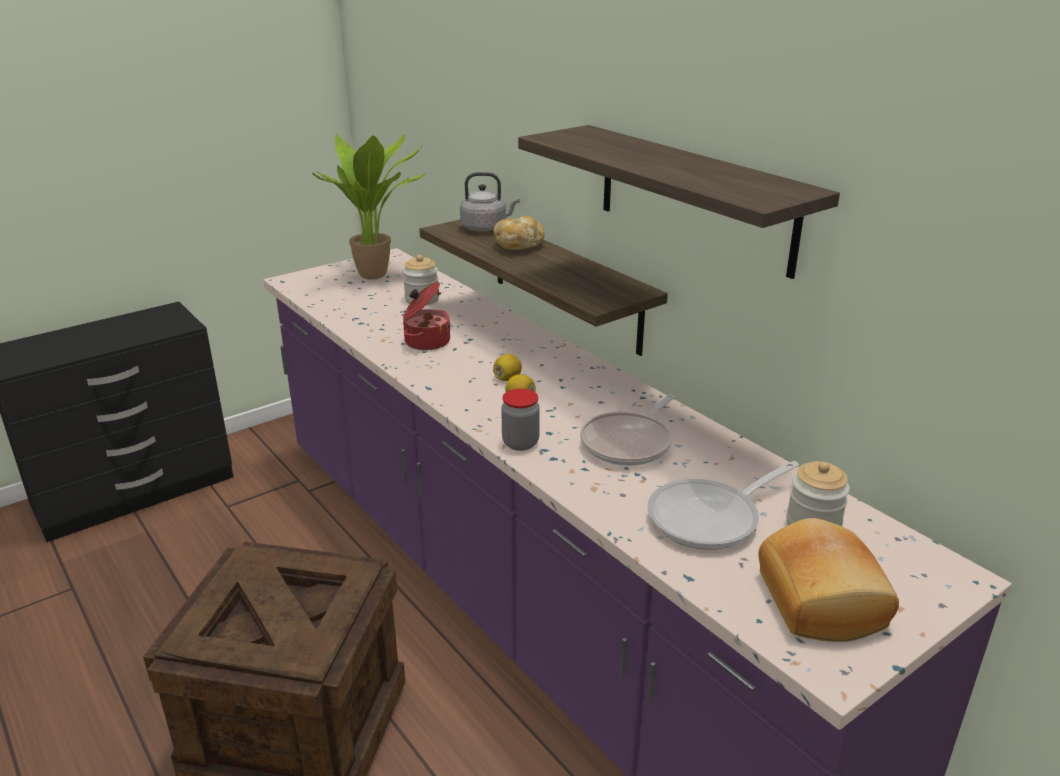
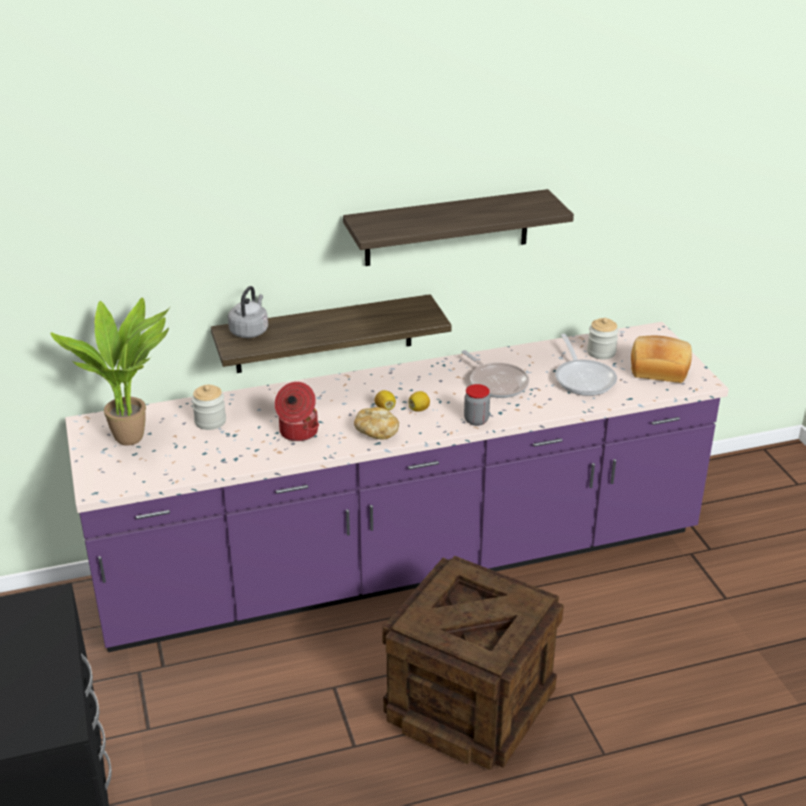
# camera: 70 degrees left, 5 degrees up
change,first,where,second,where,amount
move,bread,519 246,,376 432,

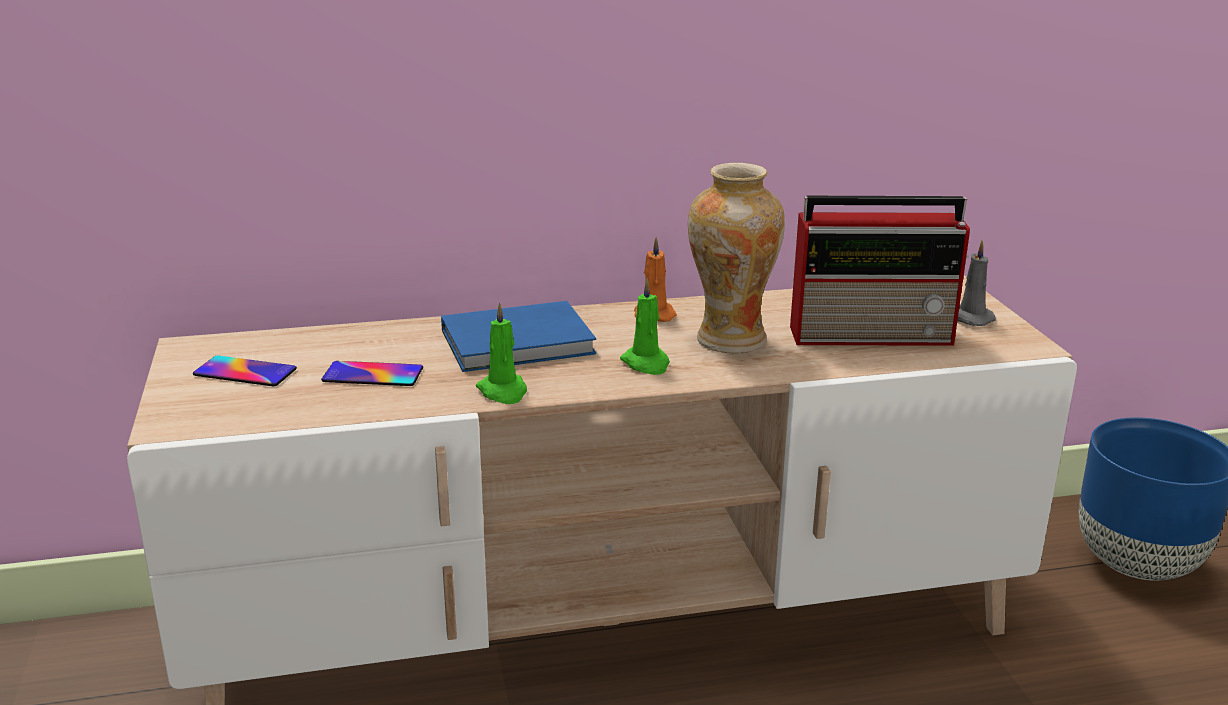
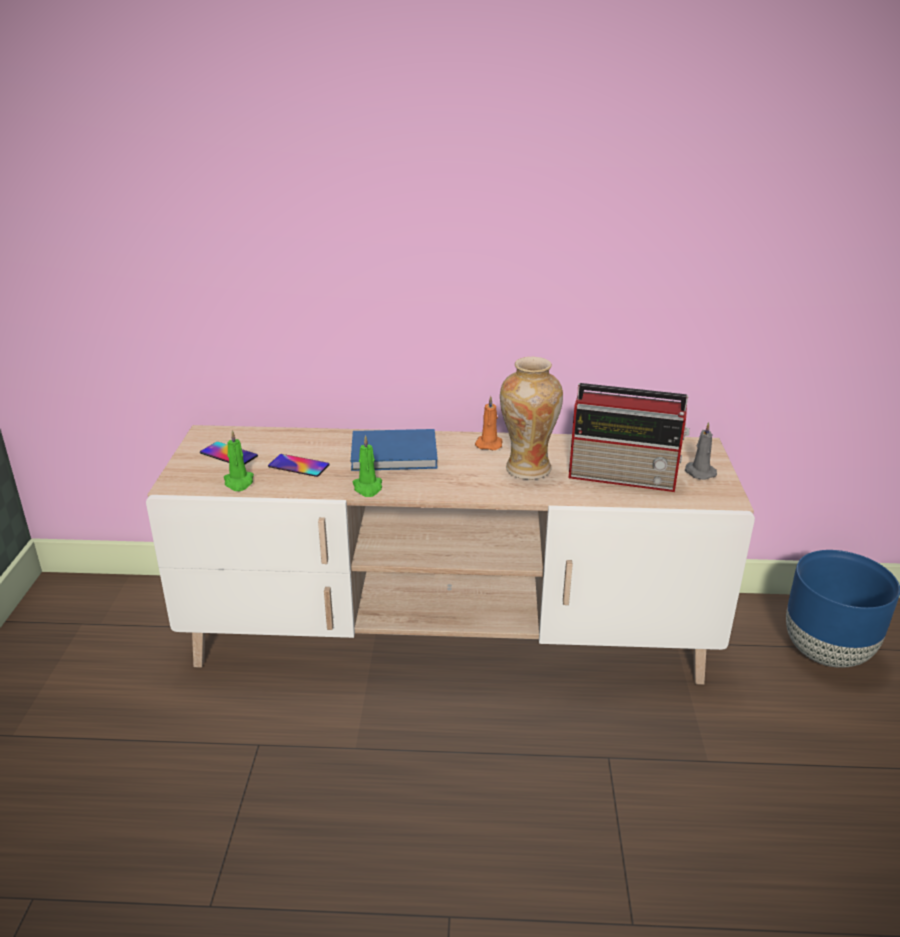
# camera: 15 degrees right, 5 degrees up
change,first,where,second,where,amount
move,wax candle (green),646 364,,239 482,

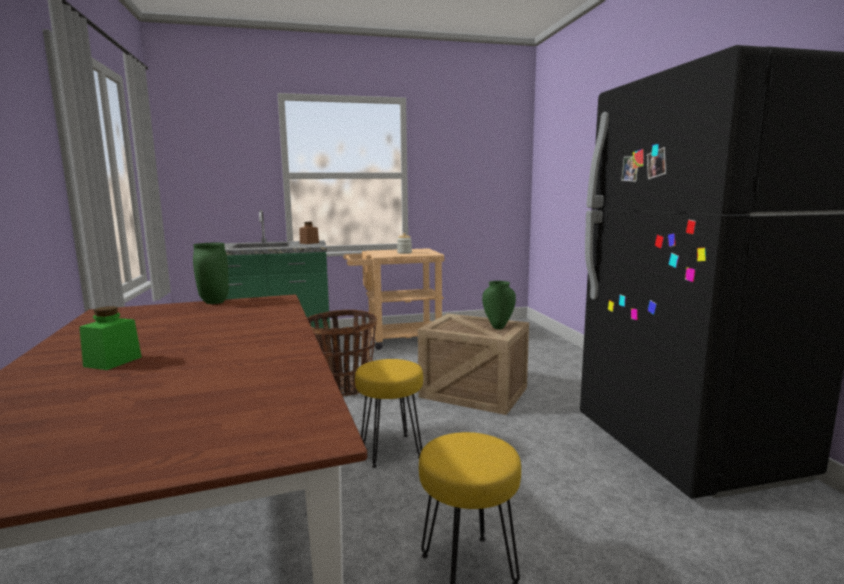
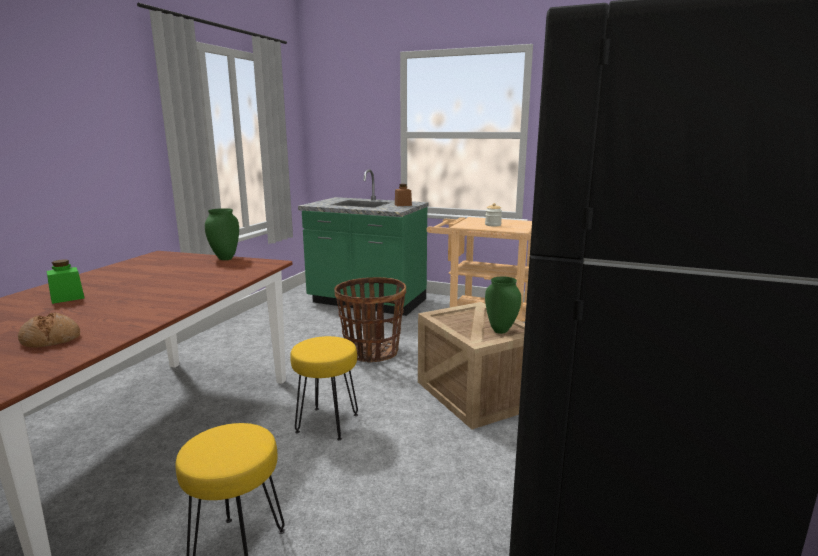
# camera: 35 degrees right, 5 degrees up
change,first,where,second,where,amount
insert,,,bread,50 339,

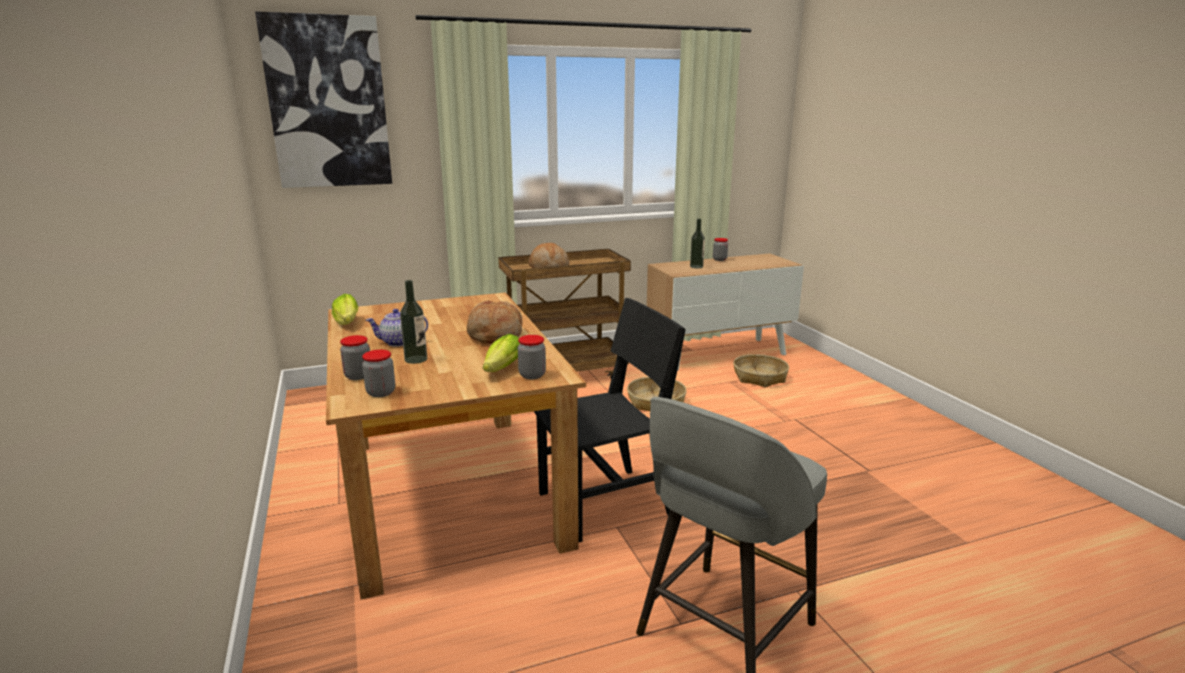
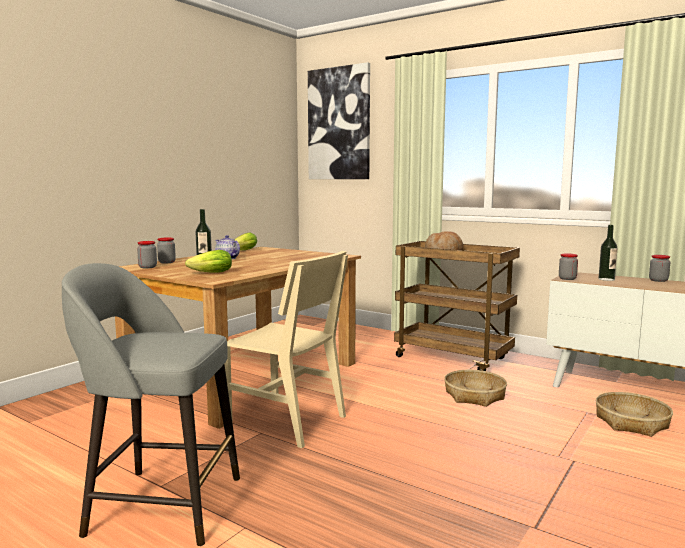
# camera: 55 degrees right, 10 degrees down
change,first,where,second,where,amount
delete,bread,494 335,,,
move,jar,532 375,,567 278,
recolor,plain chair (blackish),605 504,plain chair (sand-coloured),286 421,

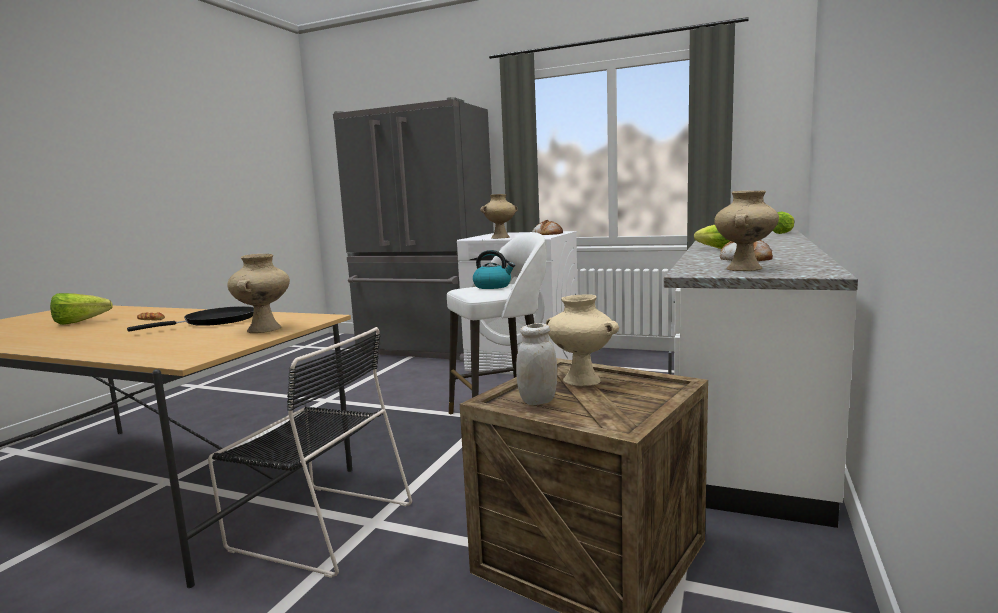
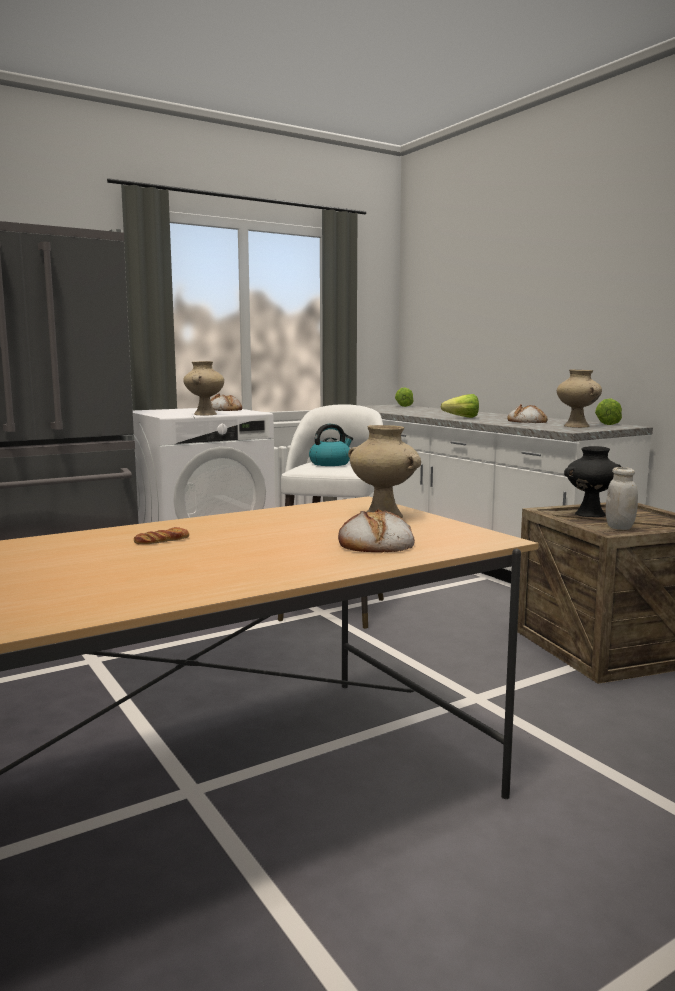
# camera: 55 degrees left, 0 degrees up
change,first,where,second,where,amount
move,head of lettuce,85 322,,606 423,
delete,frying pan (blackish),215 321,,,
delete,plain chair (blackish),318 525,,,
recolor,decorative vase (sand-coloured),580 380,decorative vase (blackish),590 514,
insert,,,bread,374 544,

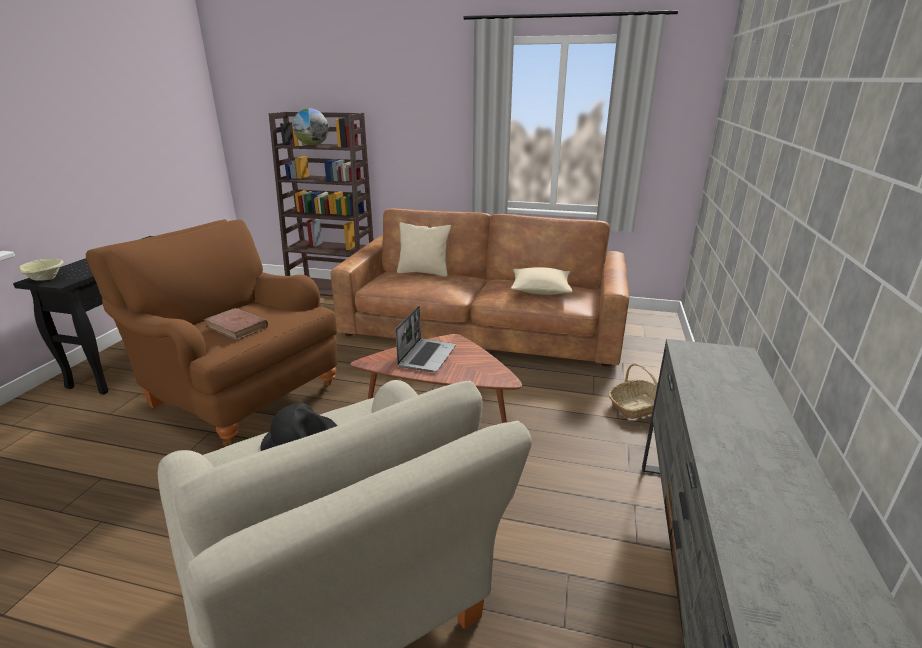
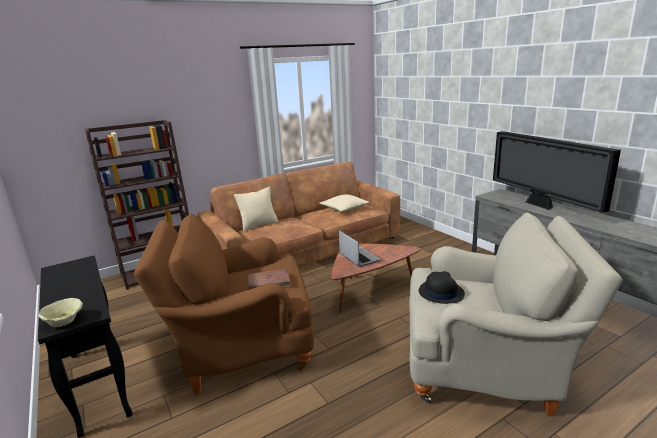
# camera: 45 degrees left, 5 degrees down
change,first,where,second,where,amount
delete,desk globe,312 145,,,
delete,basket,637 407,,,
insert,,,TV,541 205,

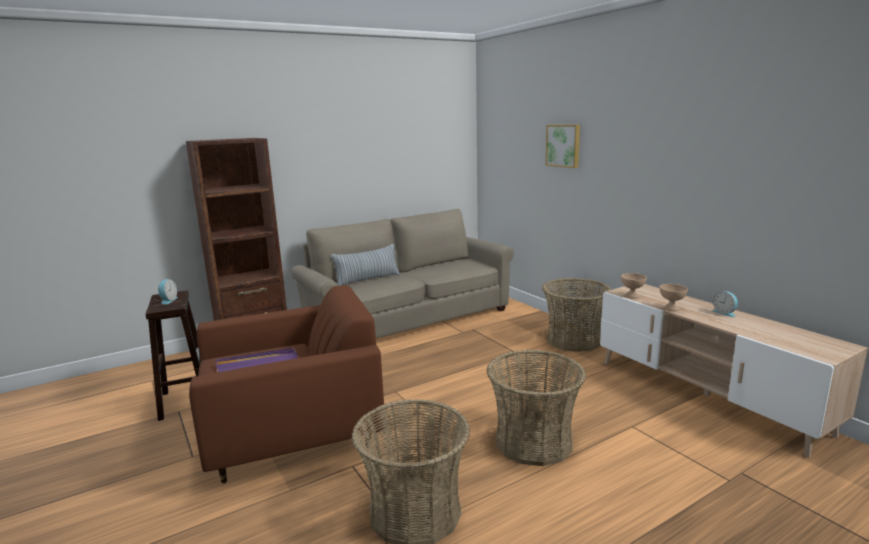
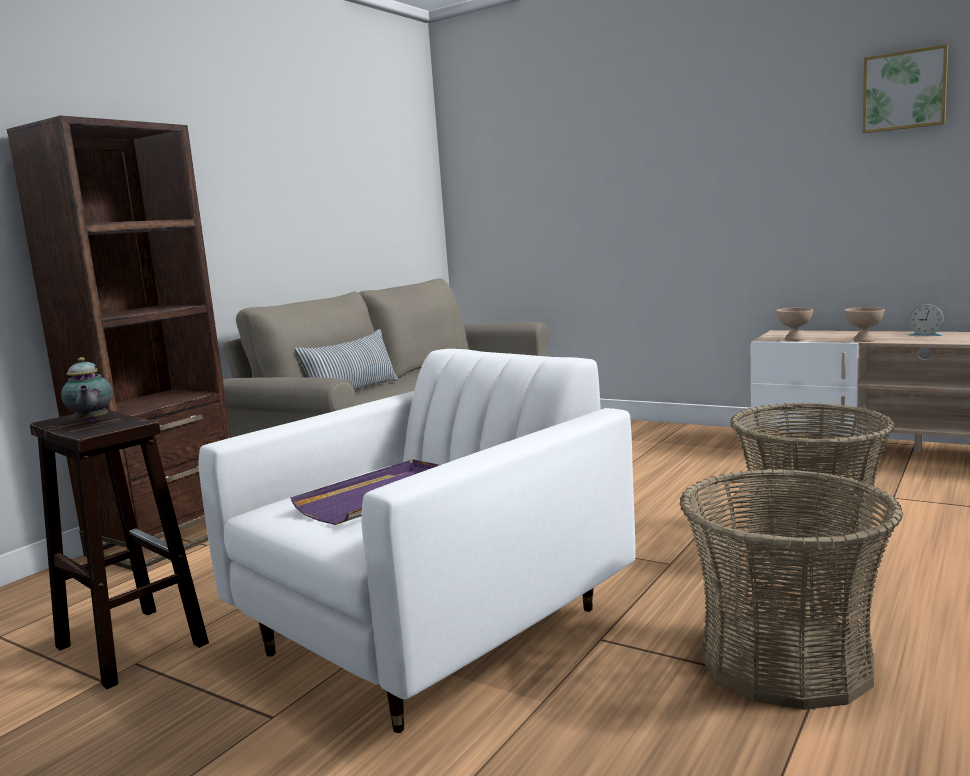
# camera: 25 degrees left, 5 degrees down
change,first,where,second,where,amount
replace,alarm clock,168 300,teapot,91 422,
recolor,lounge chair (brown),293 435,lounge chair (white-coloured),435 631,
delete,basket,574 340,,,
move,picture,564 145,,904 90,

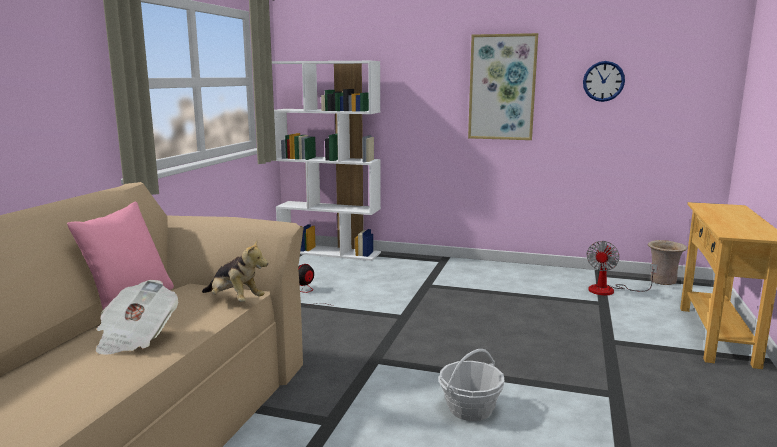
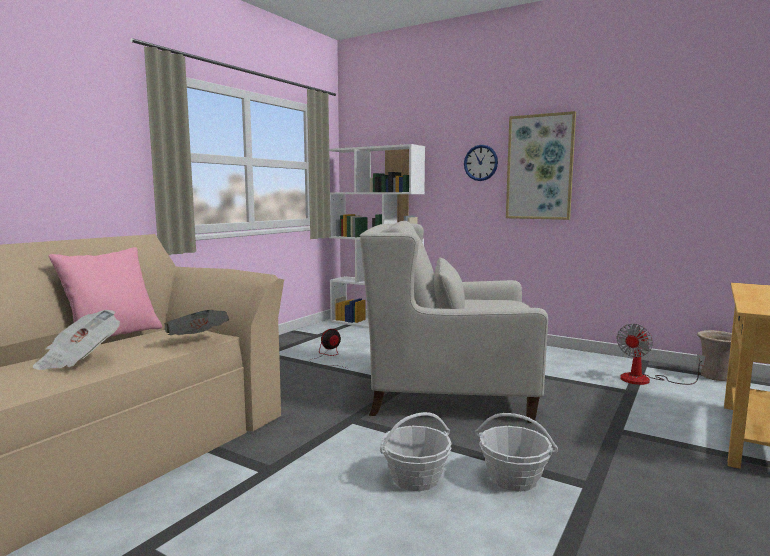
# camera: 15 degrees right, 5 degrees down
change,first,where,second,where,amount
replace,cuddly toy,235 300,newspaper,198 340,
move,wall clock,603 81,,480 163,
insert,,,lounge chair (white-coloured),450 390,
insert,,,basket,513 478,

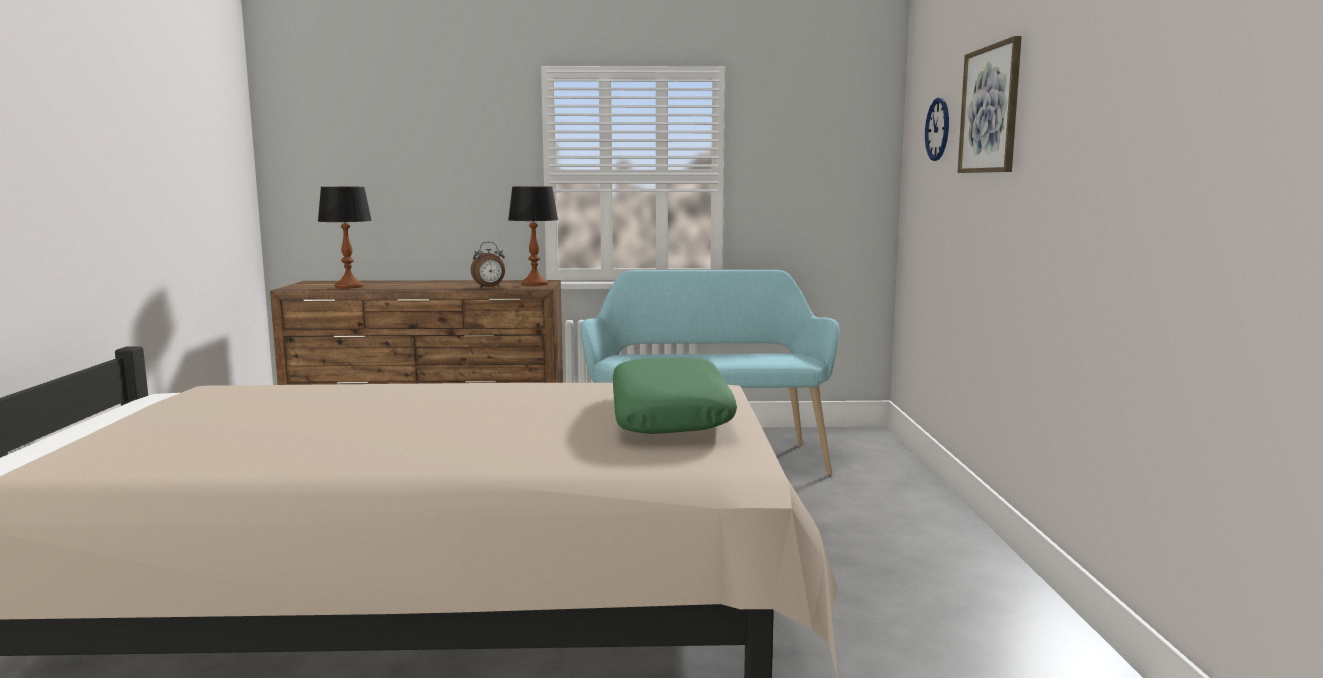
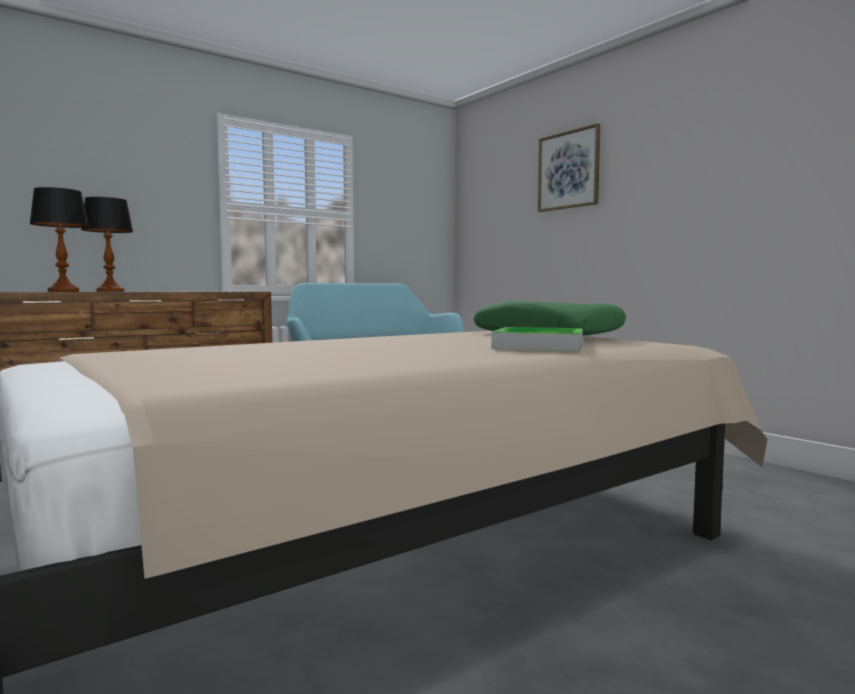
# camera: 35 degrees left, 5 degrees down
change,first,where,second,where,amount
delete,alarm clock,489 287,,,
move,lamp for a table,535 284,,110 291,
delete,wall clock,937 129,,,
insert,,,tray,538 346,

